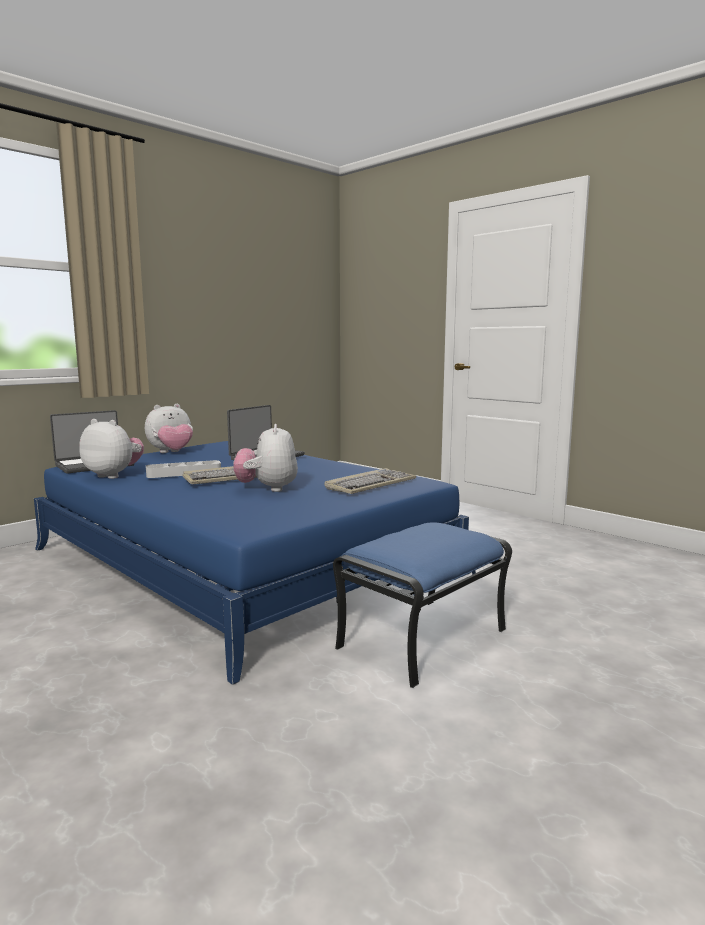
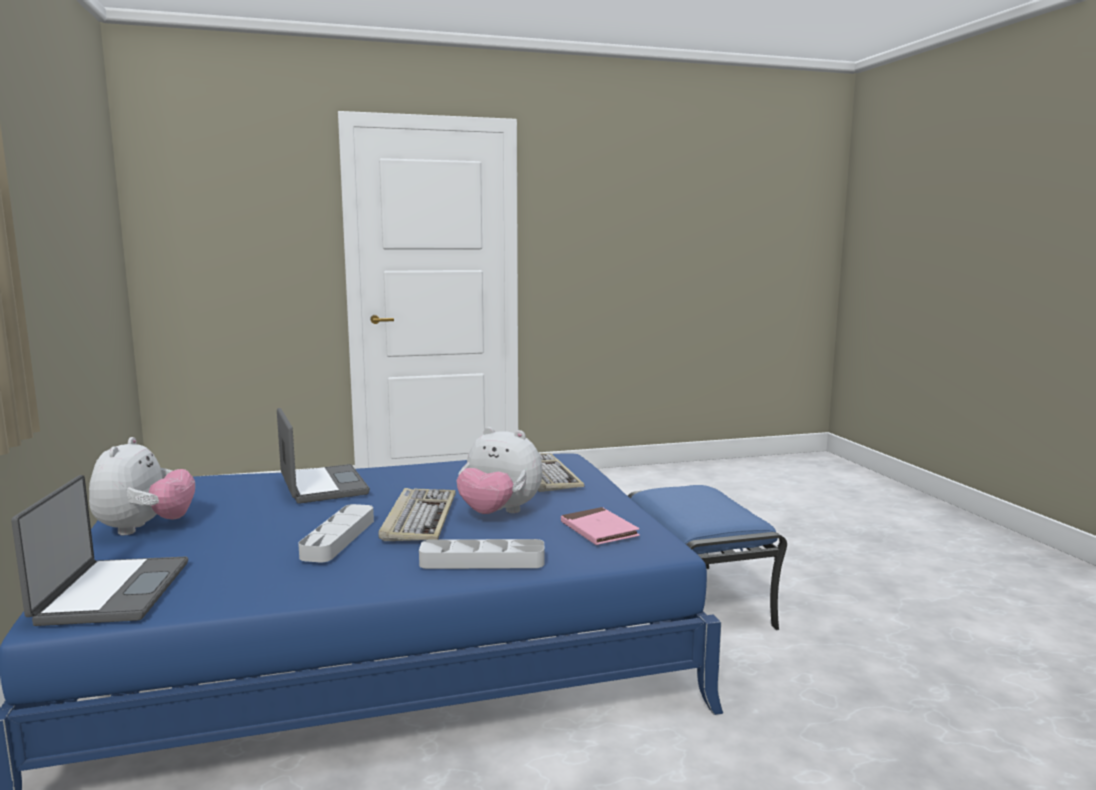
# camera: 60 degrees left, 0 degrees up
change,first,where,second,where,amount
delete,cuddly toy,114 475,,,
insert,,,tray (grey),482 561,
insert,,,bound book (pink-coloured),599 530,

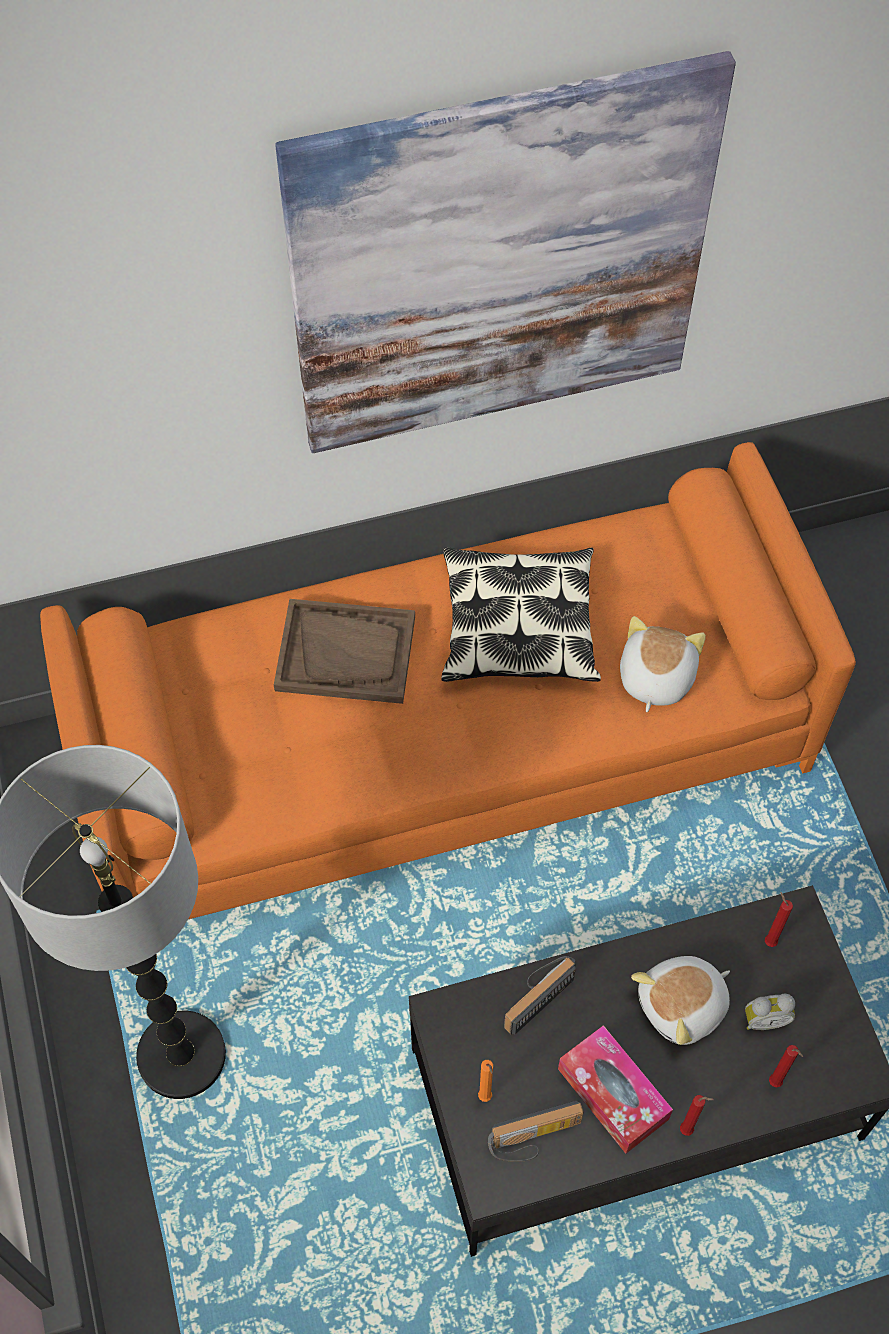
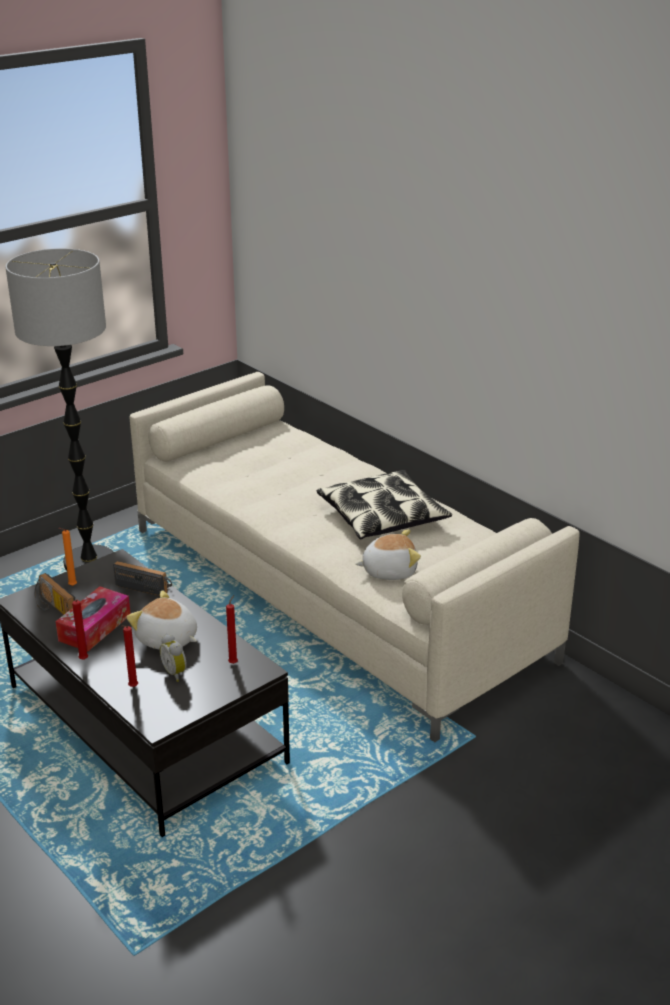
# camera: 65 degrees right, 30 degrees down
change,first,where,second,where,amount
recolor,sofa (orange-coloured),445 745,sofa (sand-coloured),335 592,
delete,tray (brown),346 653,,,
delete,picture,500 263,,,

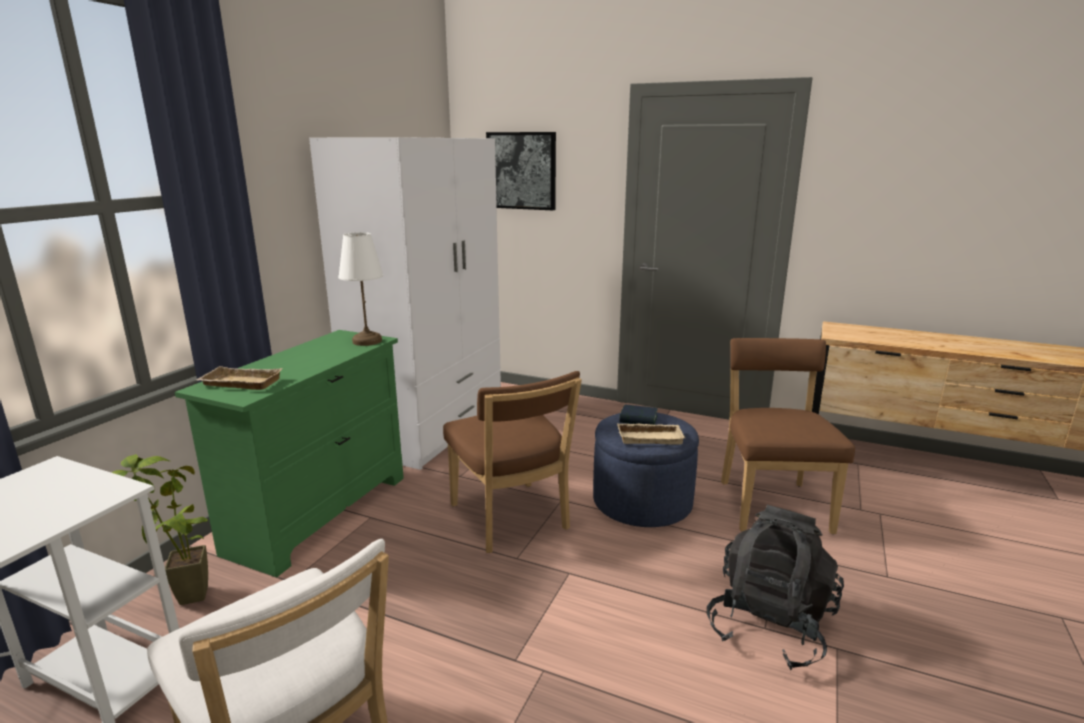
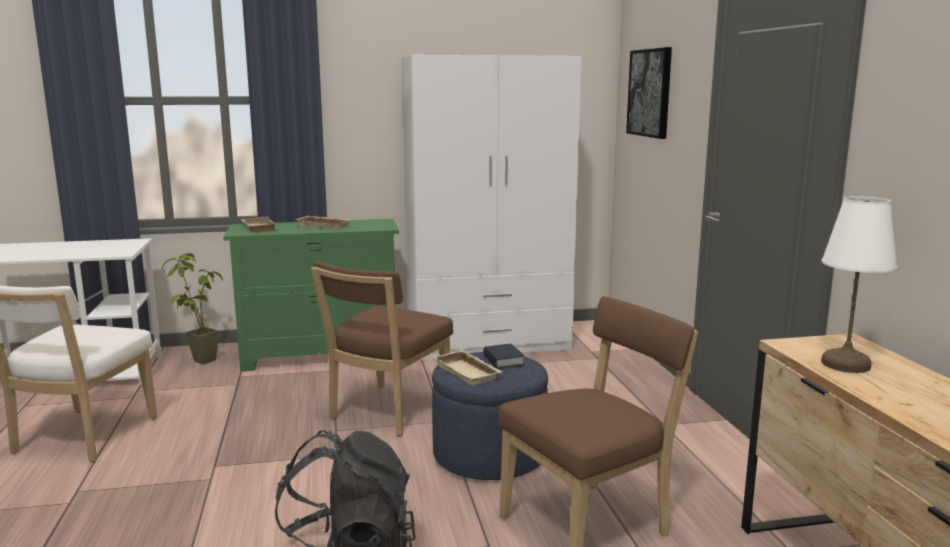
# camera: 55 degrees right, 5 degrees down
change,first,where,second,where,amount
move,lamp for a table (white-coloured),366 341,,844 364,
insert,,,tray (sand-coloured),325 226,

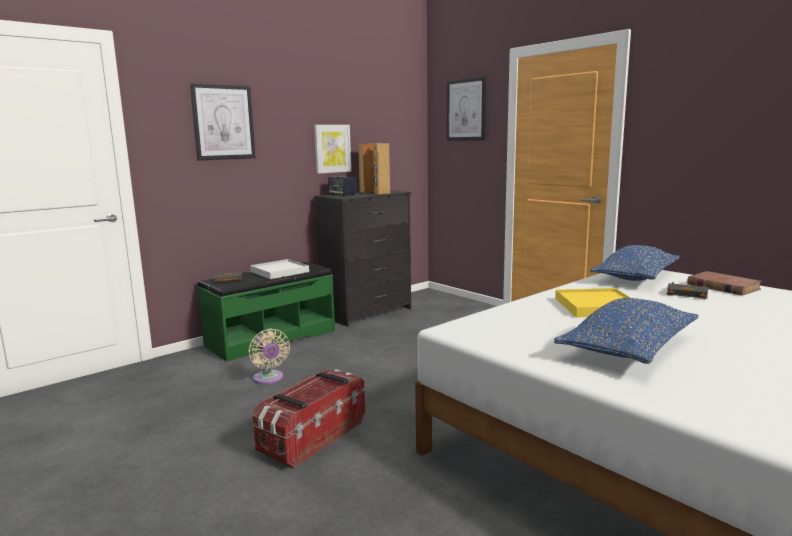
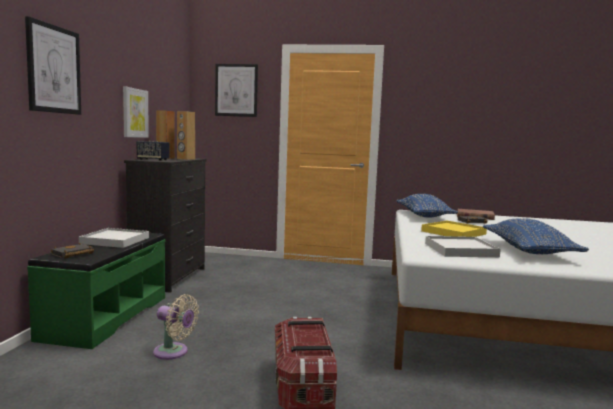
# camera: 40 degrees left, 5 degrees down
change,first,where,second,where,amount
insert,,,tray (white-coloured),460 250,

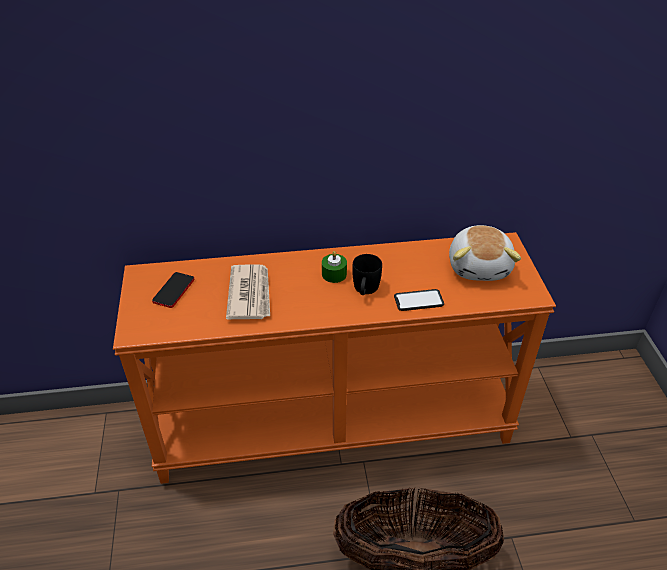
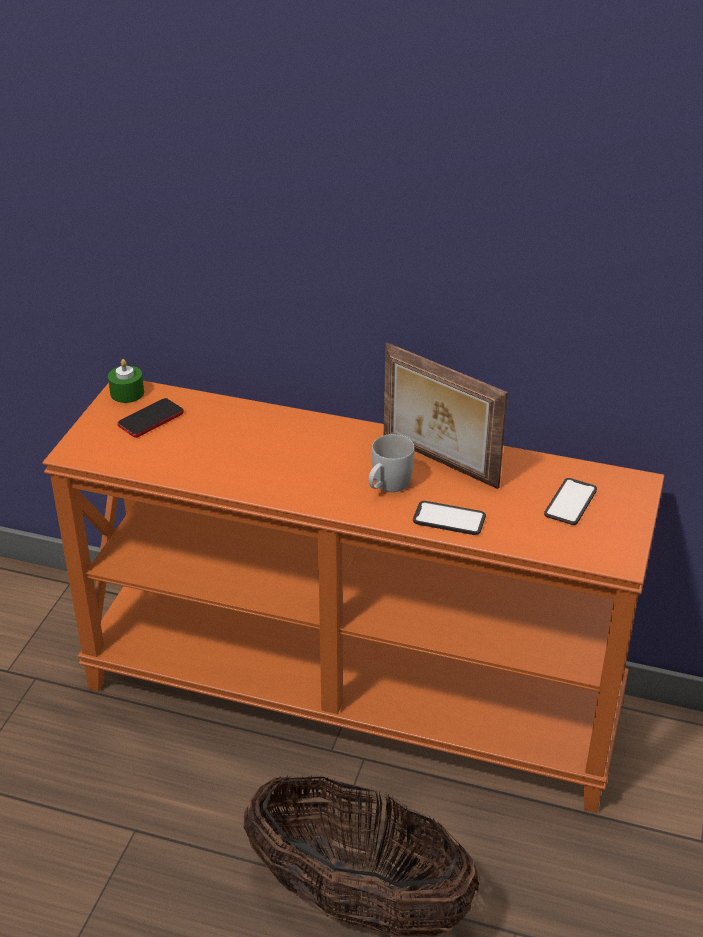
# camera: 25 degrees right, 5 degrees down
change,first,where,second,where,amount
delete,newspaper,250 294,,,
move,wax candle (green),334 274,,127 393,
recolor,coffee mug (blackish),365 290,coffee mug (white-coloured),387 486,
replace,cuddly toy,480 266,phone,570 502,
insert,,,standing frame,438 462,

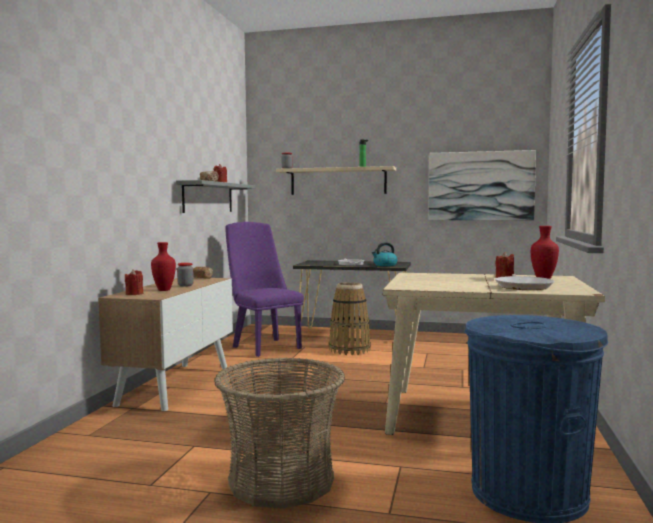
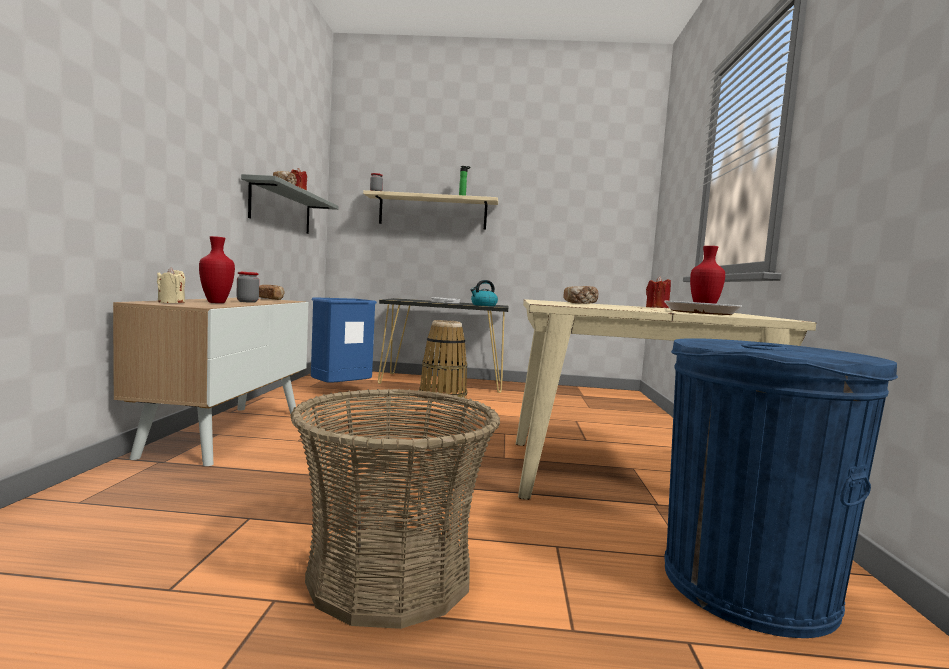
# camera: 10 degrees left, 0 degrees up
change,first,where,second,where,amount
recolor,wax candle (red-coloured),134 294,wax candle (sand-coloured),171 302,
replace,plain chair (purple-coloured),264 346,rubbish bin (bluish),341 391,
delete,picture,480 186,,,
insert,,,bread,581 303,

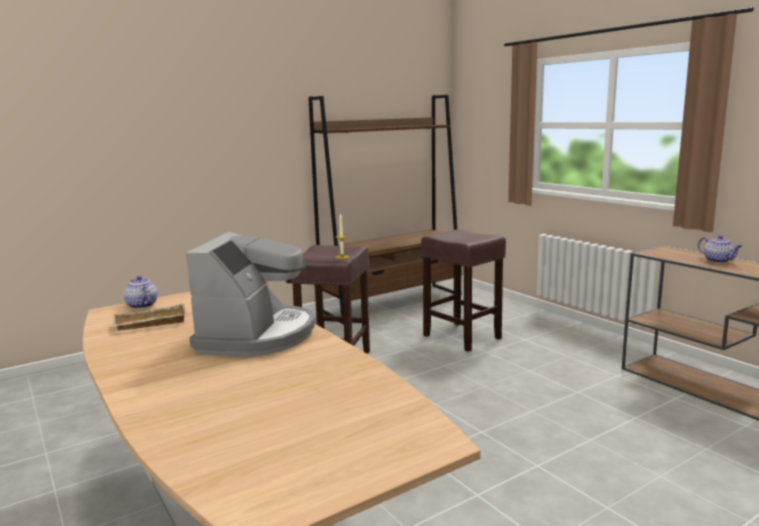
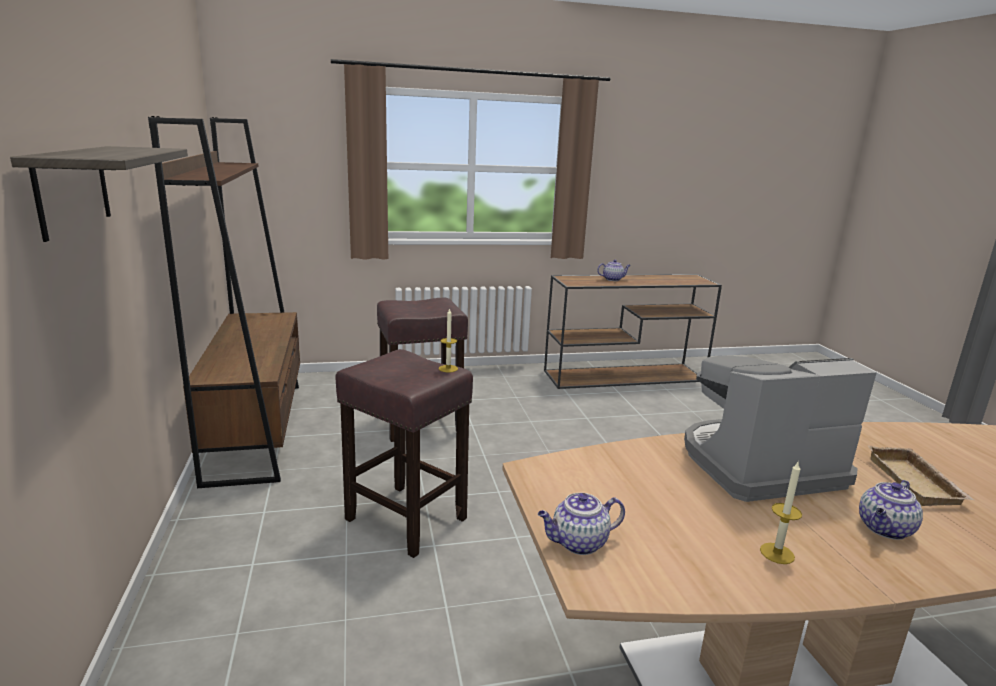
# camera: 70 degrees left, 5 degrees up
change,first,where,second,where,amount
move,tray (sand-coloured),149 323,,917 483,
rotate,coffee brewer,257 335,,758 466,45 degrees counterclockwise
insert,,,bracket shelf,73 189,
insert,,,wax candle,777 553,
insert,,,teapot,885 529,

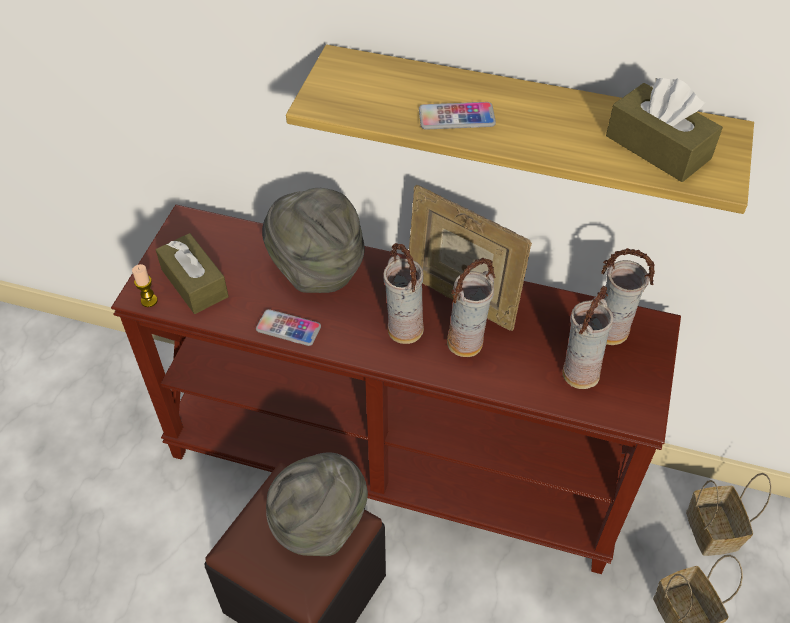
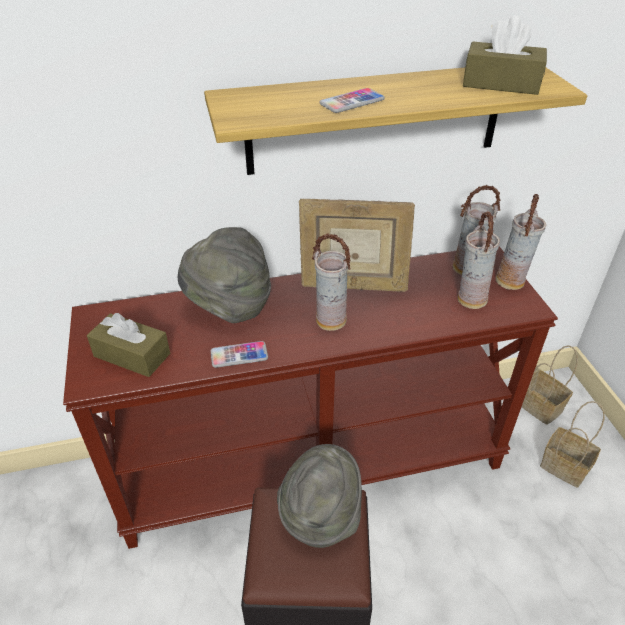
# camera: 30 degrees left, 10 degrees down
change,first,where,second,where,amount
delete,wax candle,149 300,,,
move,decorative vase,466 344,,511 282,

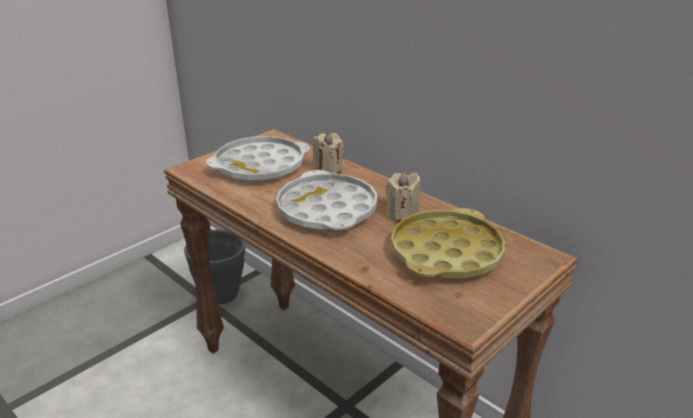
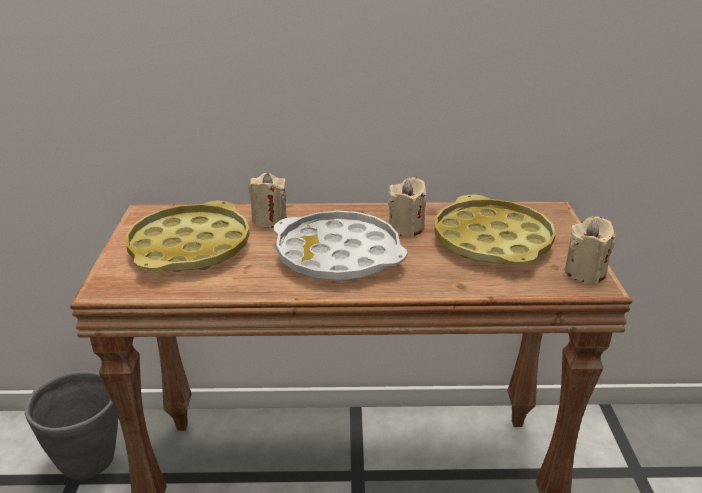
# camera: 45 degrees left, 0 degrees up
change,first,where,second,where,amount
recolor,tray (white-coloured),260 166,tray (yellow-coloured),190 247,
insert,,,wax candle (sand-coloured),585 272,

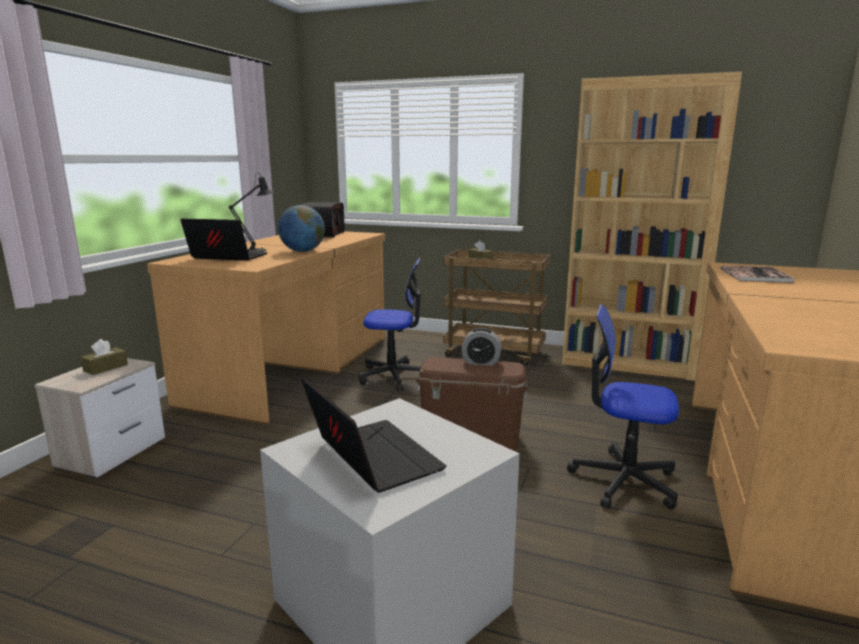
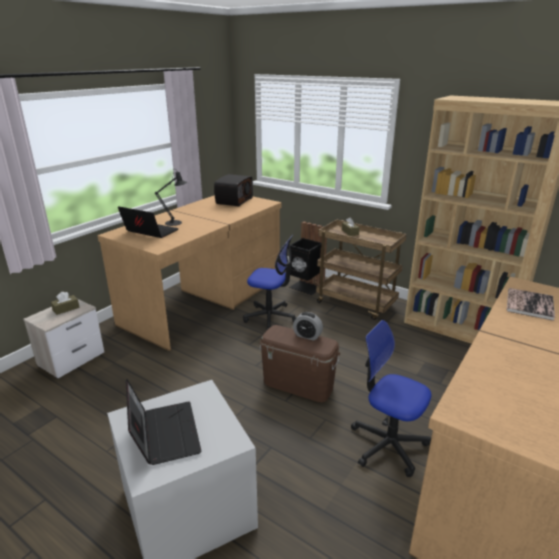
# camera: 15 degrees right, 10 degrees up
change,first,where,second,where,amount
delete,desk globe,302 251,,,
insert,,,rubbish bin (blackish),306 287,

